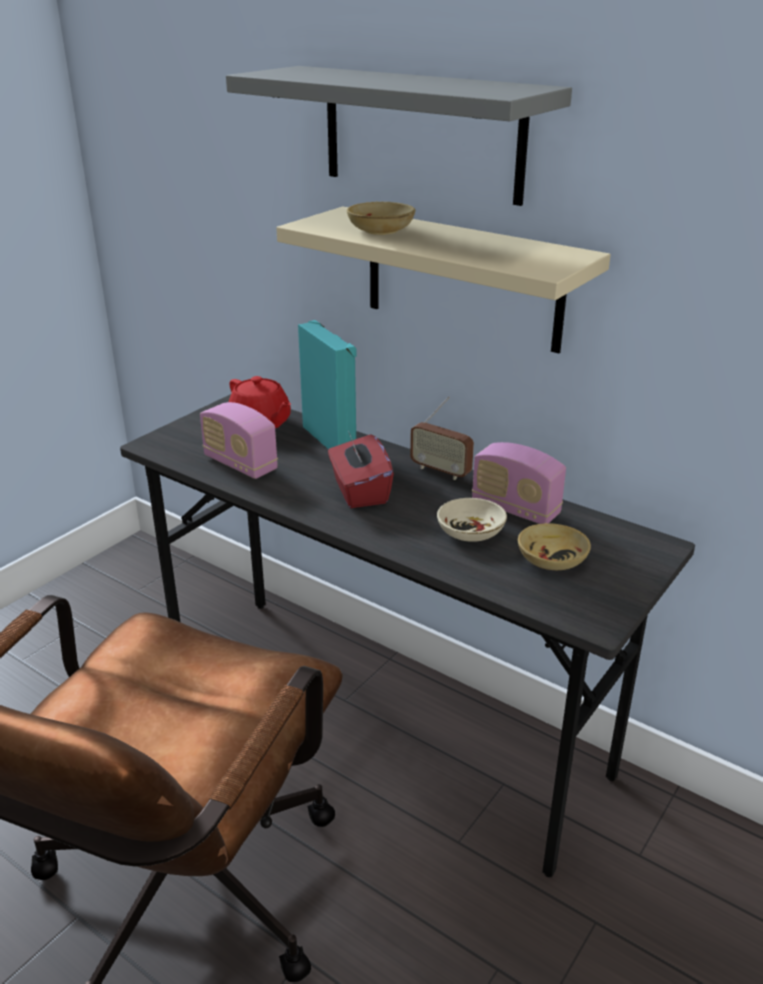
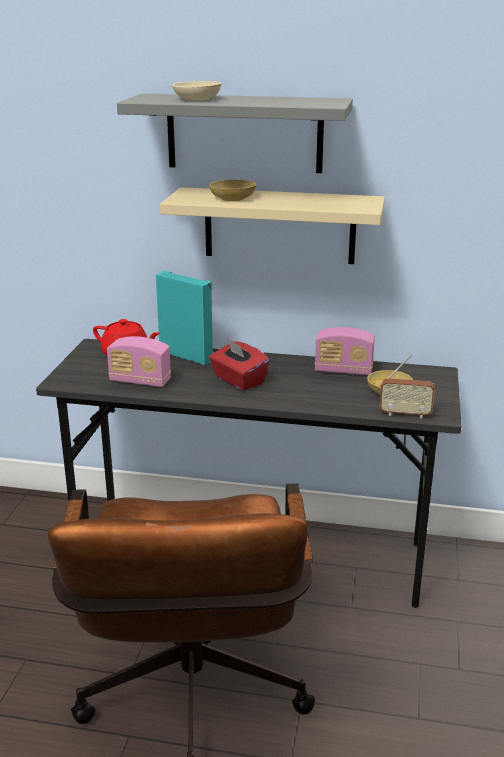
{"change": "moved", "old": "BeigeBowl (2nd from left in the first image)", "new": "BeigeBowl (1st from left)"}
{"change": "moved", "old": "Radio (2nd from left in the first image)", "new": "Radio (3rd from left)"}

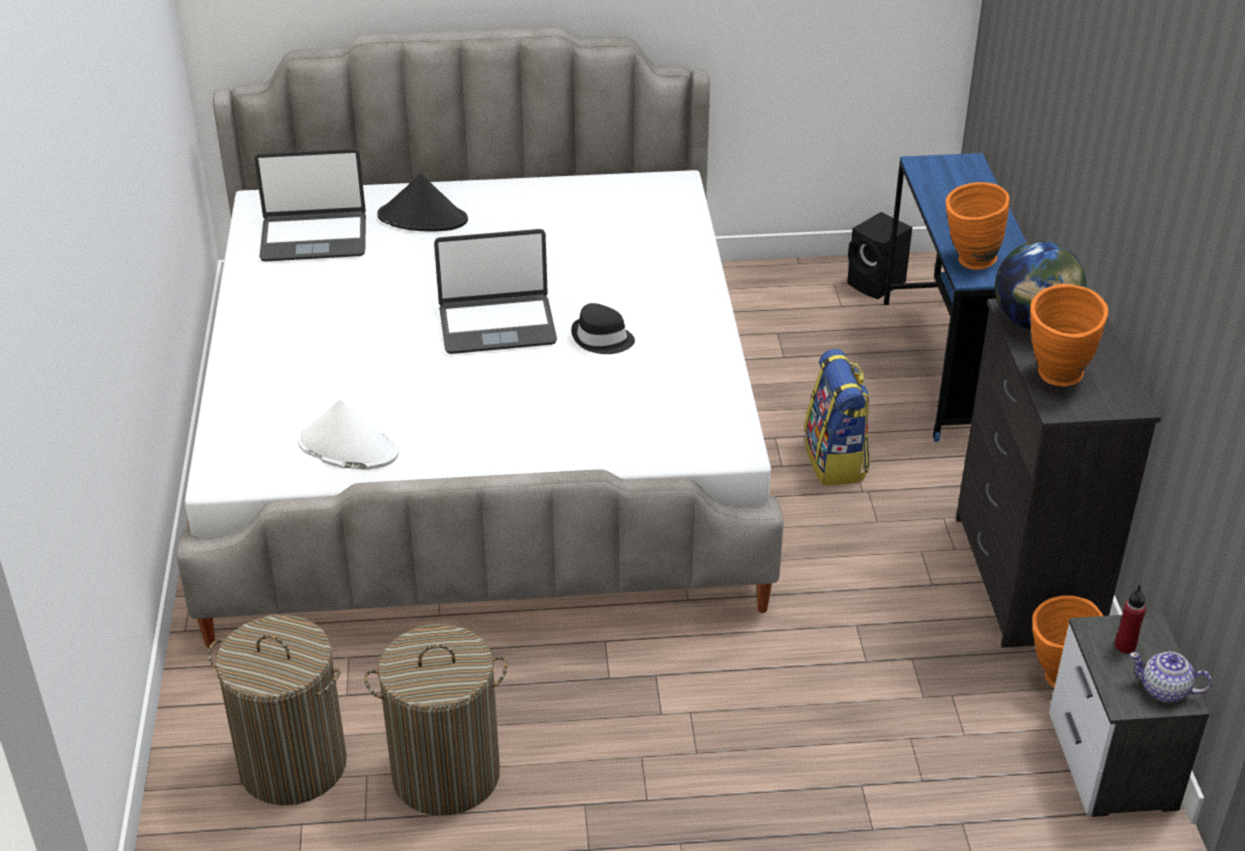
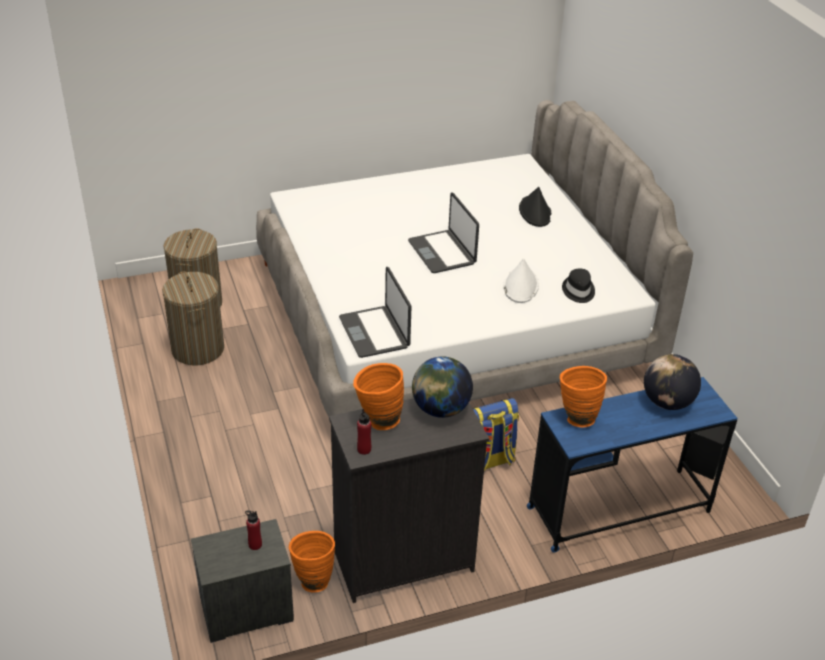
{"change": "moved", "old": "Laptop (1st from left)"}
{"change": "added", "new": "RedBottle (2nd from left)"}
{"change": "moved", "old": "WhiteHat"}
{"change": "moved", "old": "BlackHat (2nd from left)"}
{"change": "added", "new": "Globe (2nd from left)"}
{"change": "removed", "old": "Teapot"}

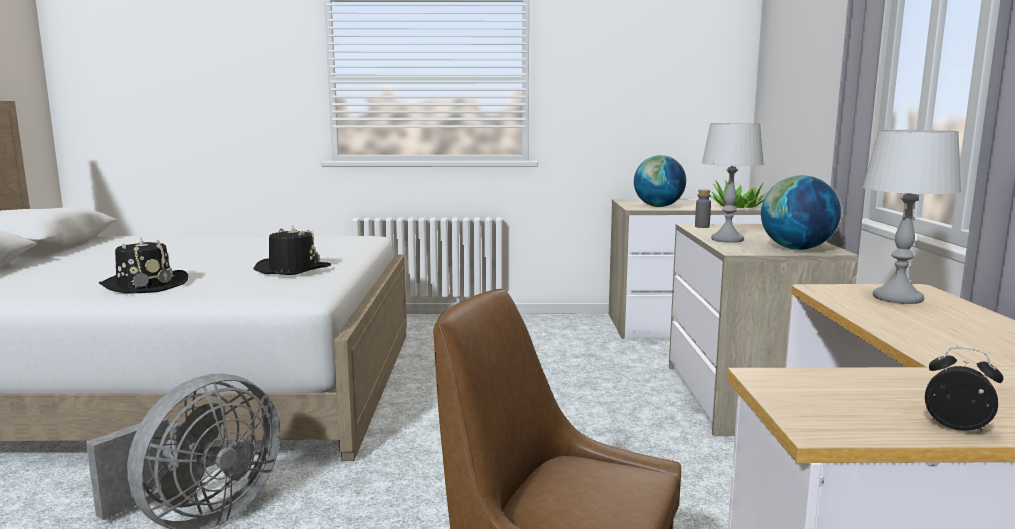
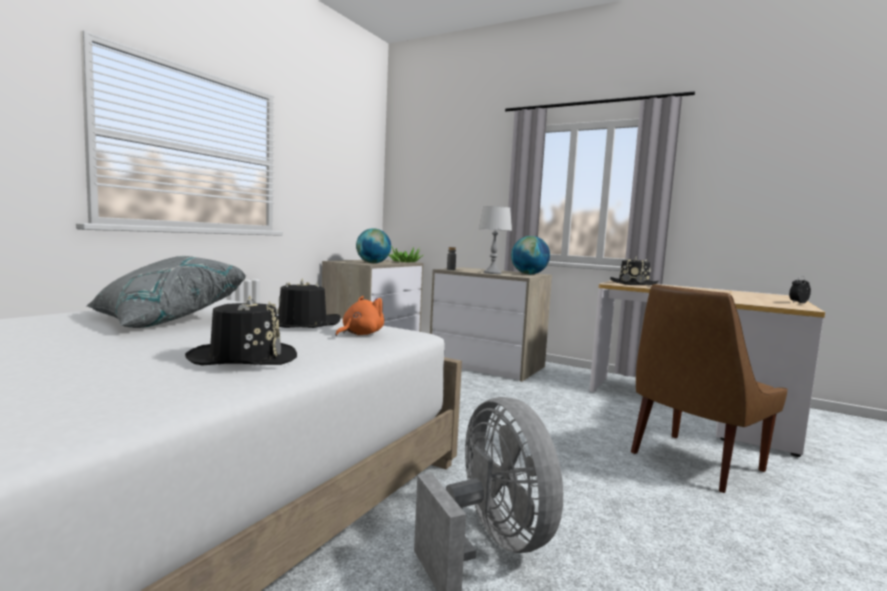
{"change": "added", "new": "GreyPillow"}
{"change": "added", "new": "OrangePlushToy"}
{"change": "replaced", "old": "GreyTableLamp (2nd from left)", "new": "BlackHat (3rd from left)"}

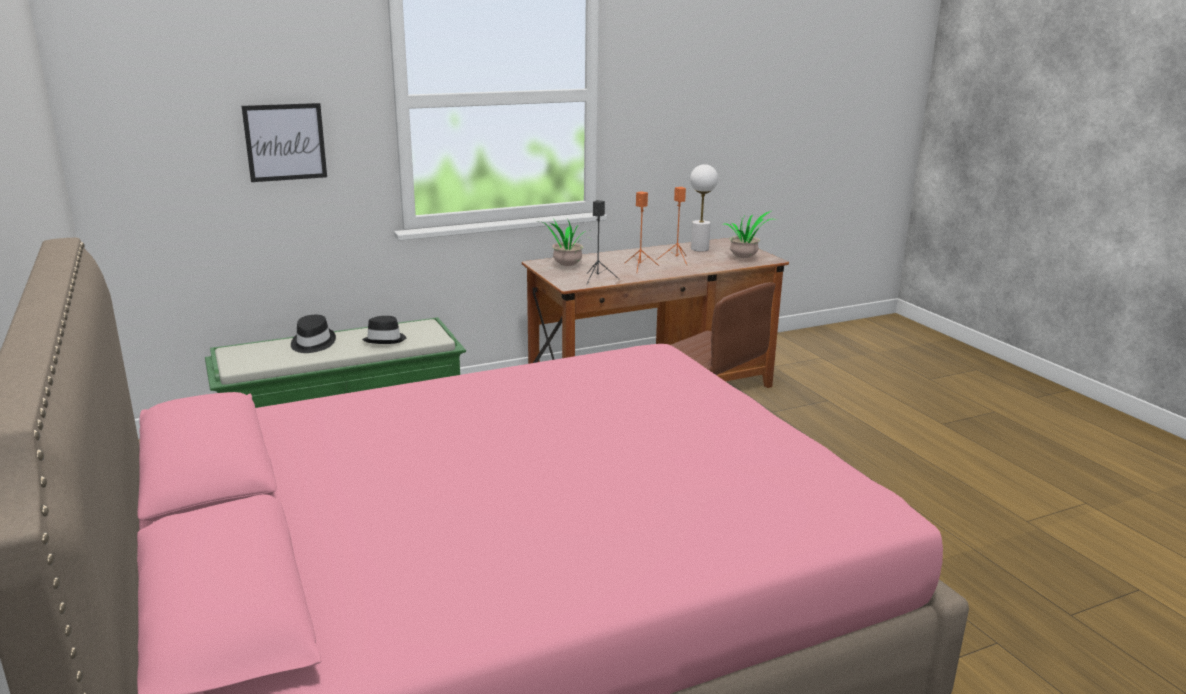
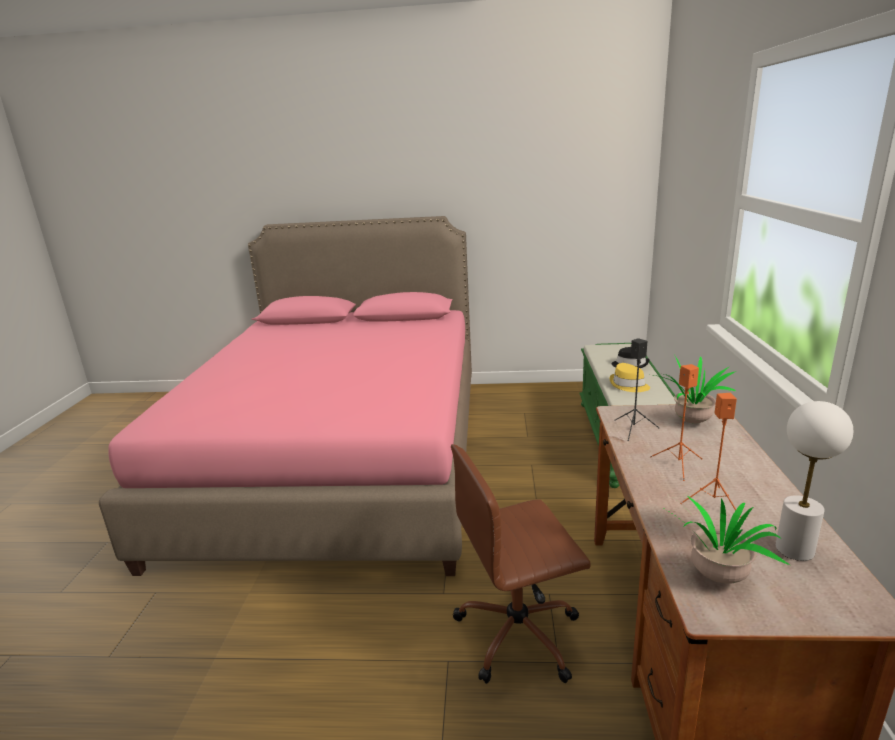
{"change": "recoloured", "old": "BlackHat (2nd from left)", "new": "YellowHat"}
{"change": "removed", "old": "Picture"}

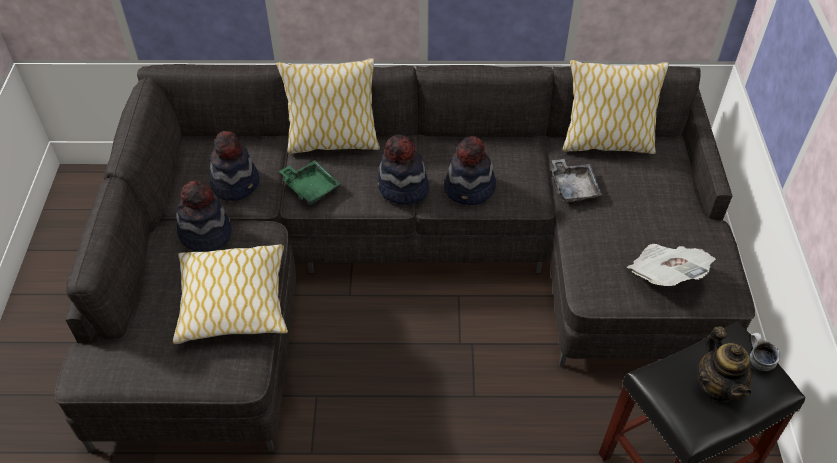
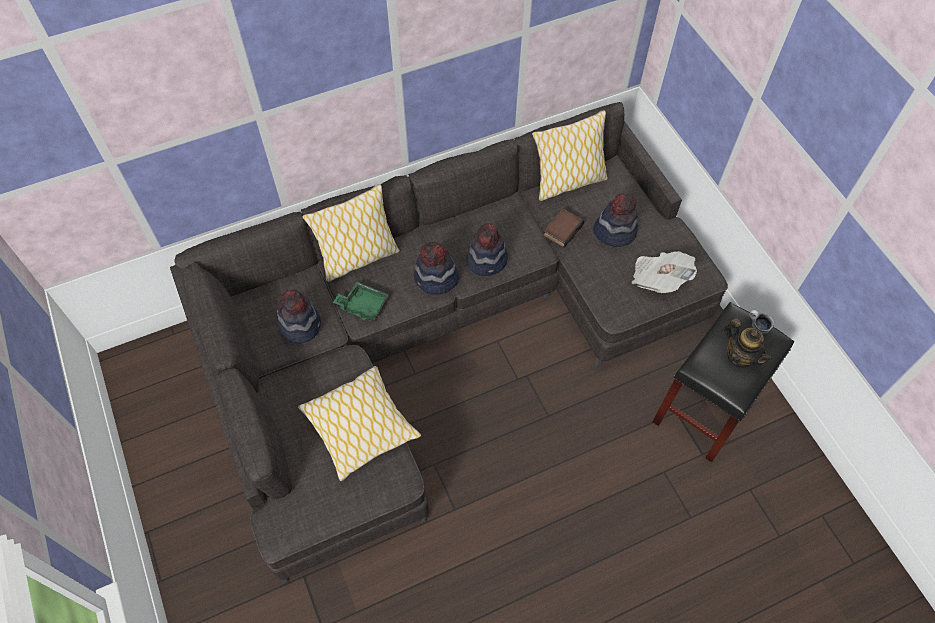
{"change": "replaced", "old": "GreyTray", "new": "Book"}
{"change": "moved", "old": "Hat (1st from left in the first image)", "new": "Hat (4th from left)"}

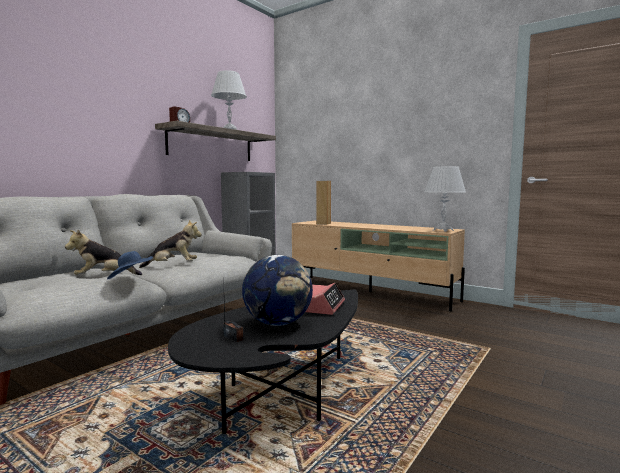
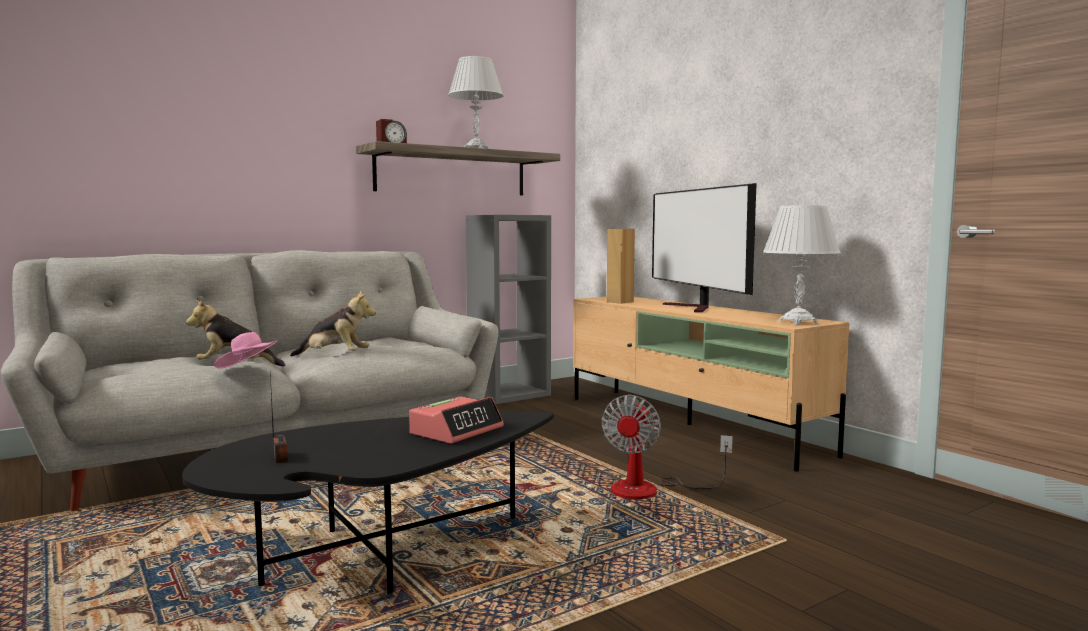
{"change": "recoloured", "old": "BlueHat", "new": "PinkHat"}
{"change": "added", "new": "Fan"}
{"change": "added", "new": "Television"}
{"change": "removed", "old": "Globe"}

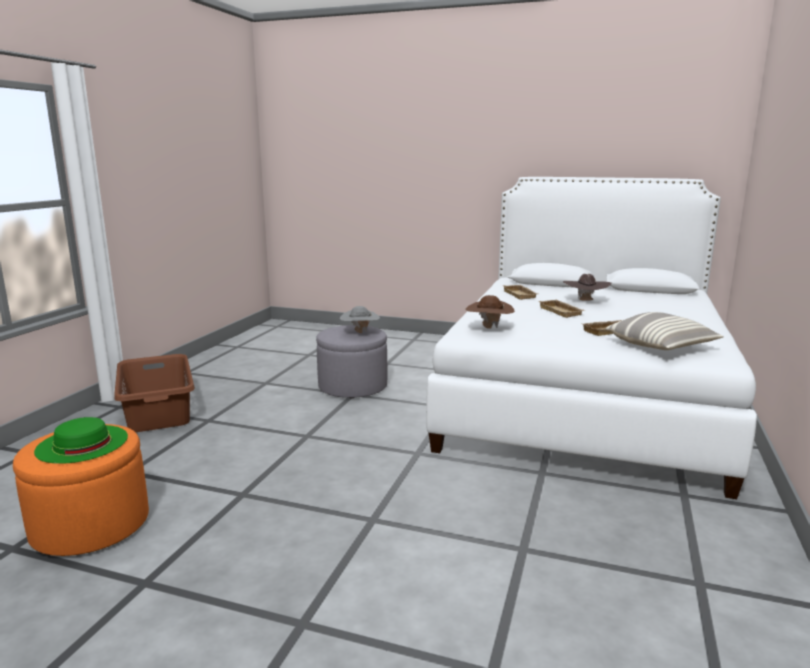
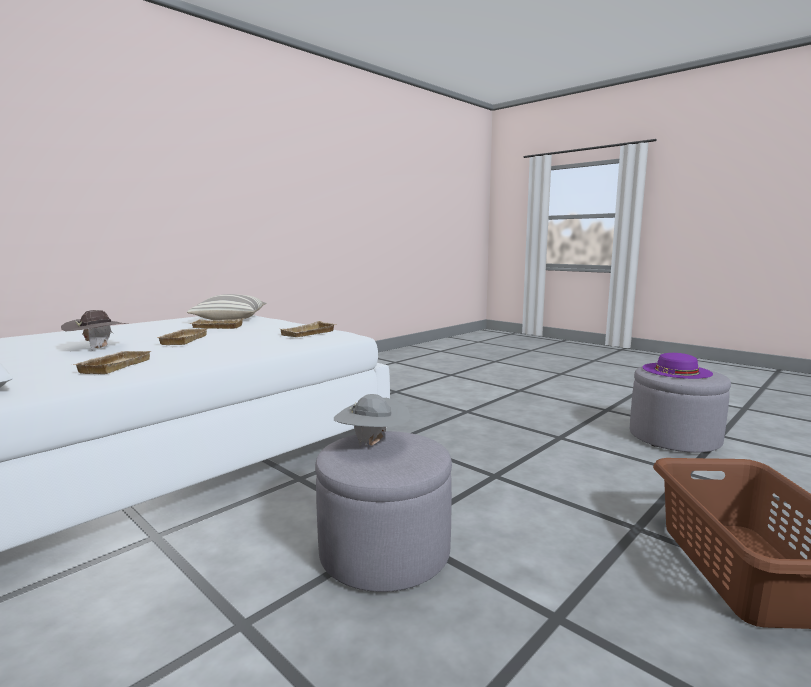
{"change": "replaced", "old": "BrownHat (1st from left)", "new": "BeigeTray (4th from left)"}
{"change": "recoloured", "old": "OrangeOttoman", "new": "GreyOttoman (2nd from left)"}
{"change": "recoloured", "old": "GreenHat", "new": "PurpleHat"}

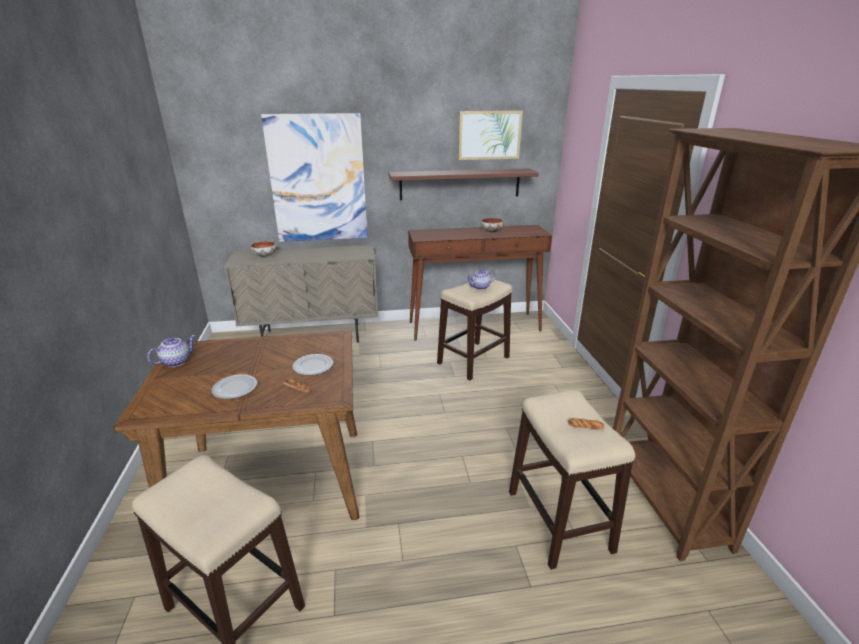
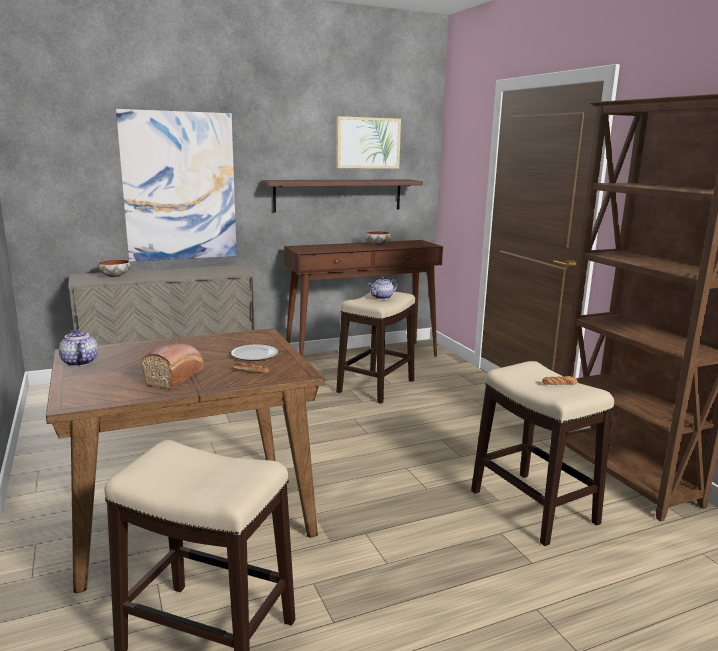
{"change": "turned", "old": "Teapot (1st from left)", "degrees": -60}
{"change": "replaced", "old": "Plate (1st from left)", "new": "Bread (1st from left)"}

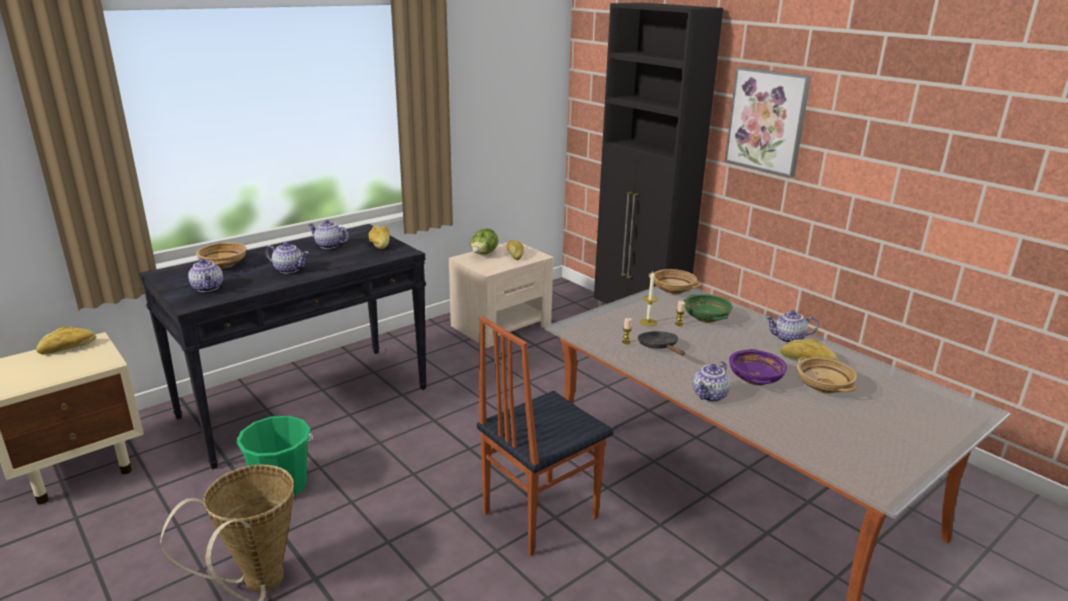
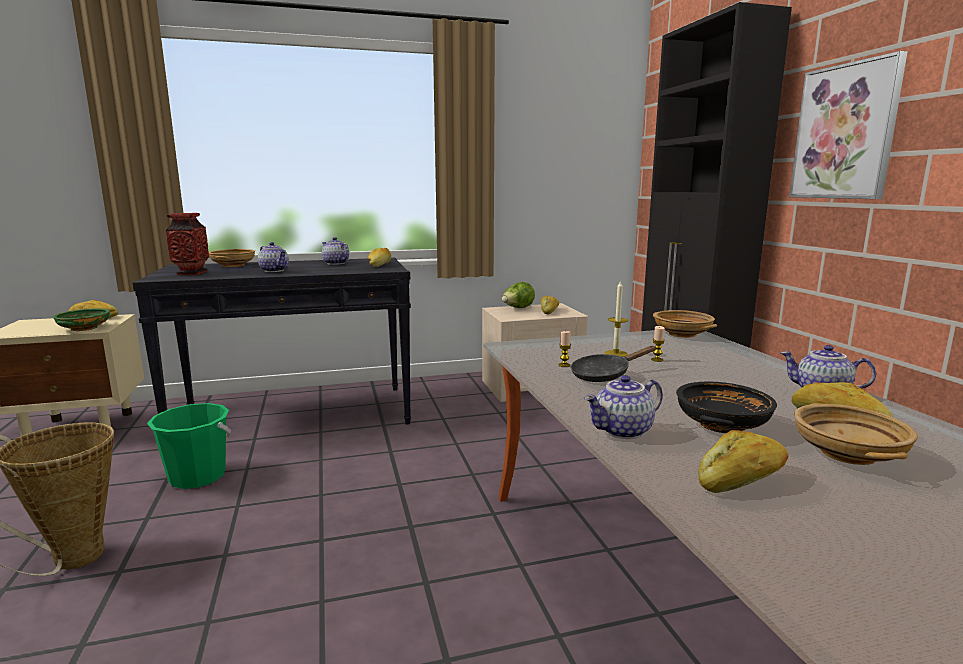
{"change": "moved", "old": "GreenBowl"}
{"change": "replaced", "old": "Teapot (1st from left)", "new": "Vase"}
{"change": "turned", "old": "BlackFryingPan", "degrees": -120}
{"change": "recoloured", "old": "PurpleBowl", "new": "BlackBowl"}
{"change": "added", "new": "Bread (4th from left)"}
{"change": "removed", "old": "Chair"}

